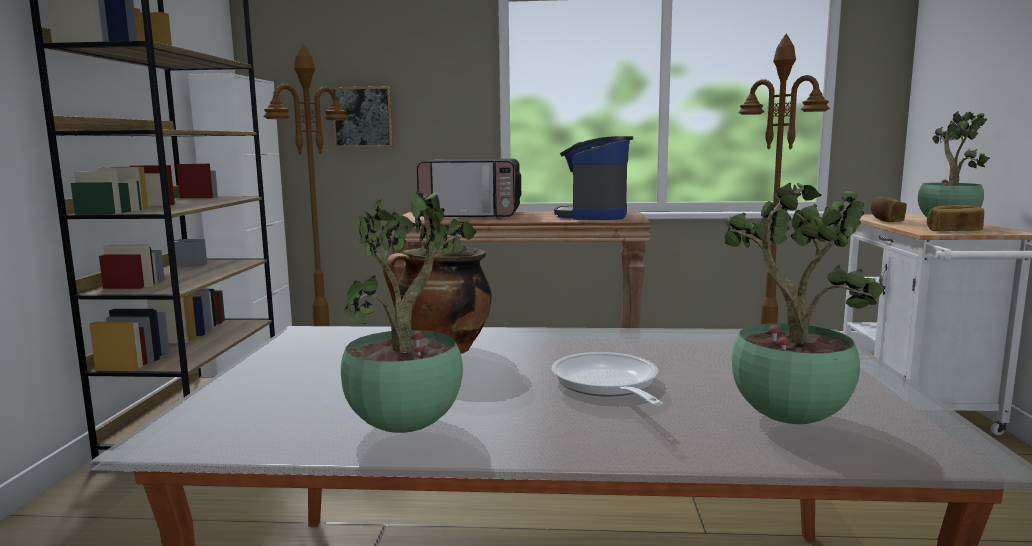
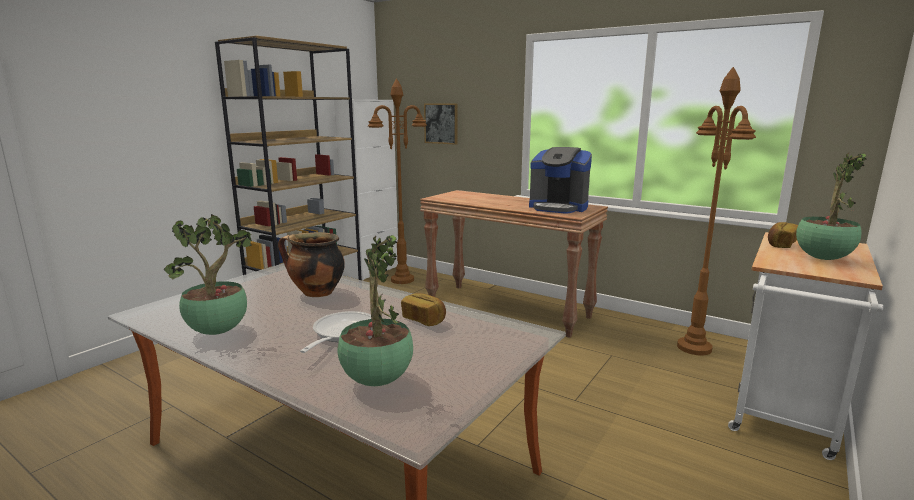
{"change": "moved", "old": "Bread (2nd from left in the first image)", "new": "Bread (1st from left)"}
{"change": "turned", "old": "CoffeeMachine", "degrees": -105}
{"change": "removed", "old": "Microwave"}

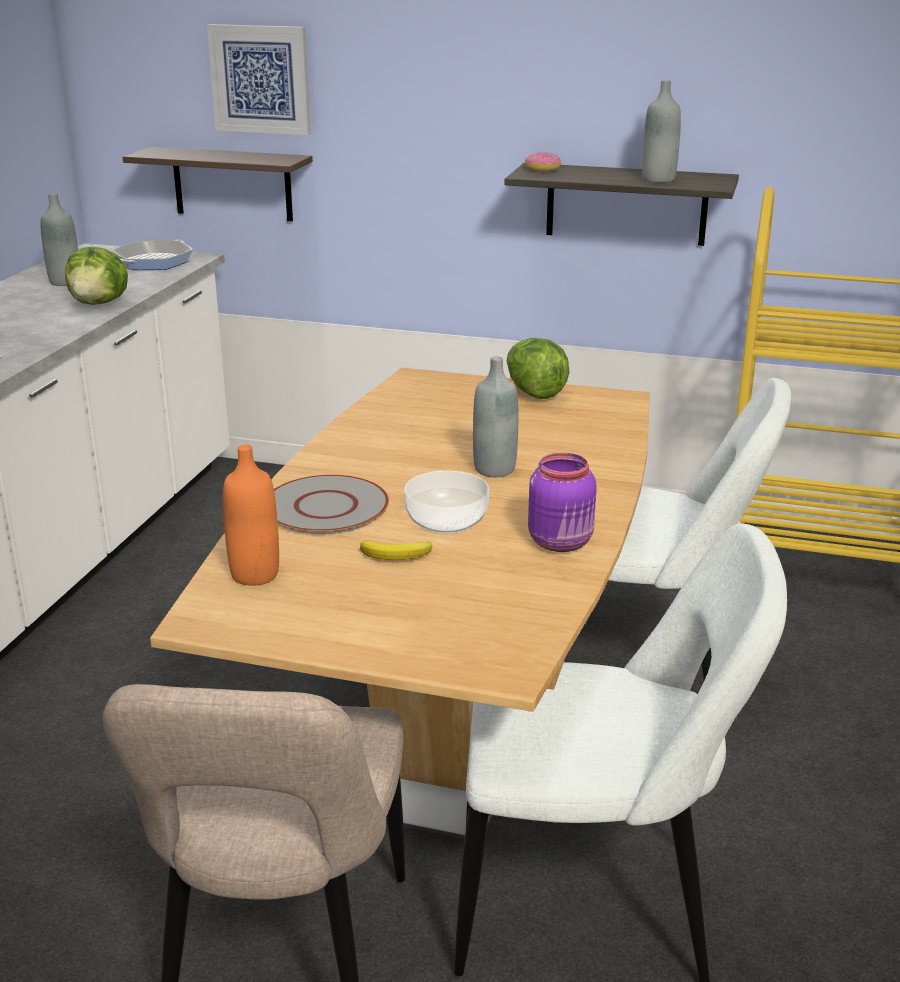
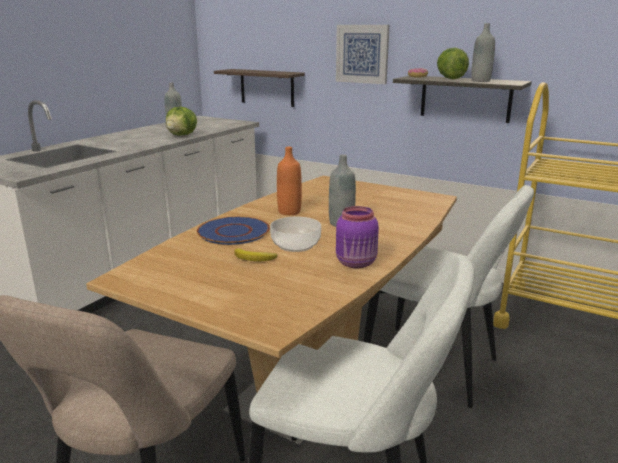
{"change": "recoloured", "old": "GreyPlate", "new": "BluePlate"}
{"change": "moved", "old": "OrangeBottle"}
{"change": "moved", "old": "Picture"}
{"change": "moved", "old": "Lettuce (2nd from left)"}
{"change": "removed", "old": "FryingPan"}

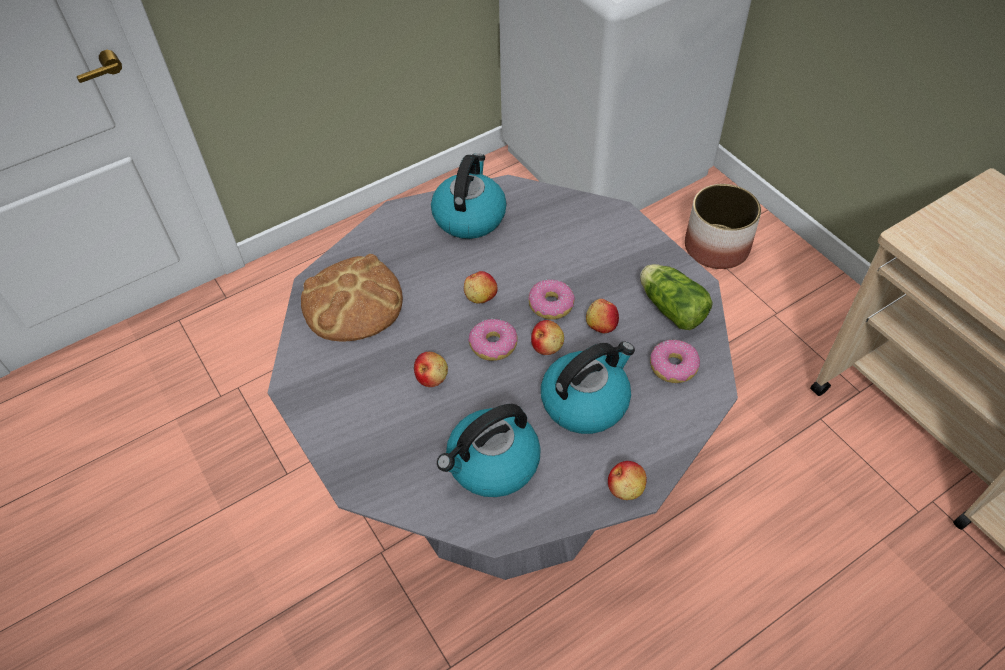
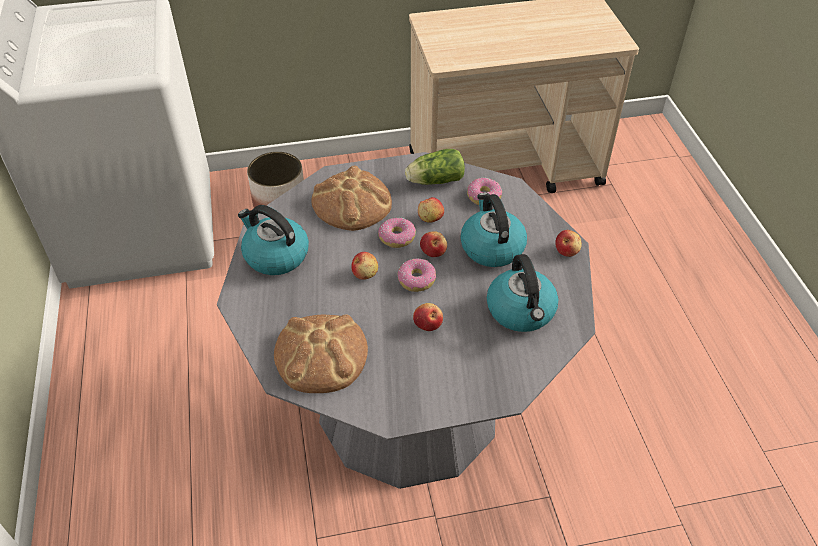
{"change": "added", "new": "Bread (2nd from left)"}

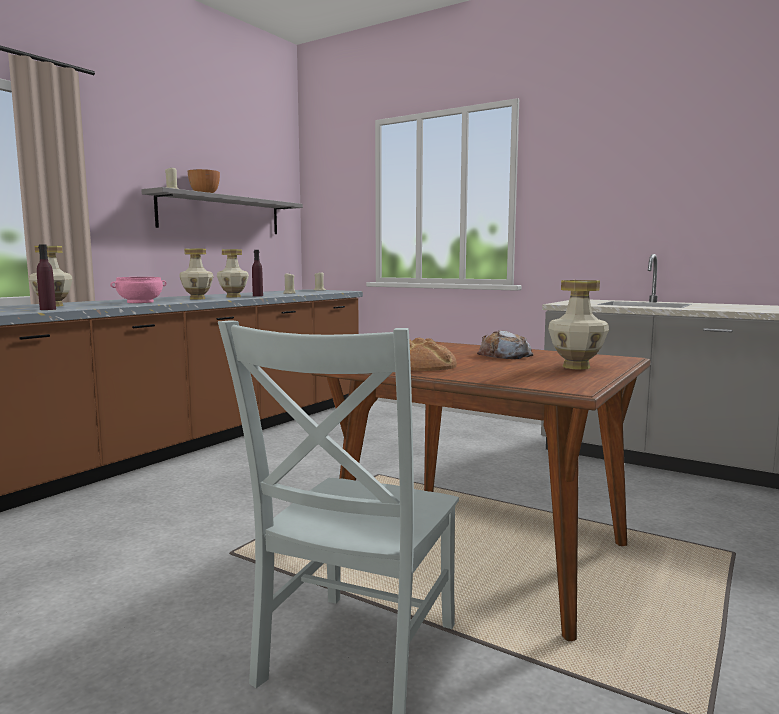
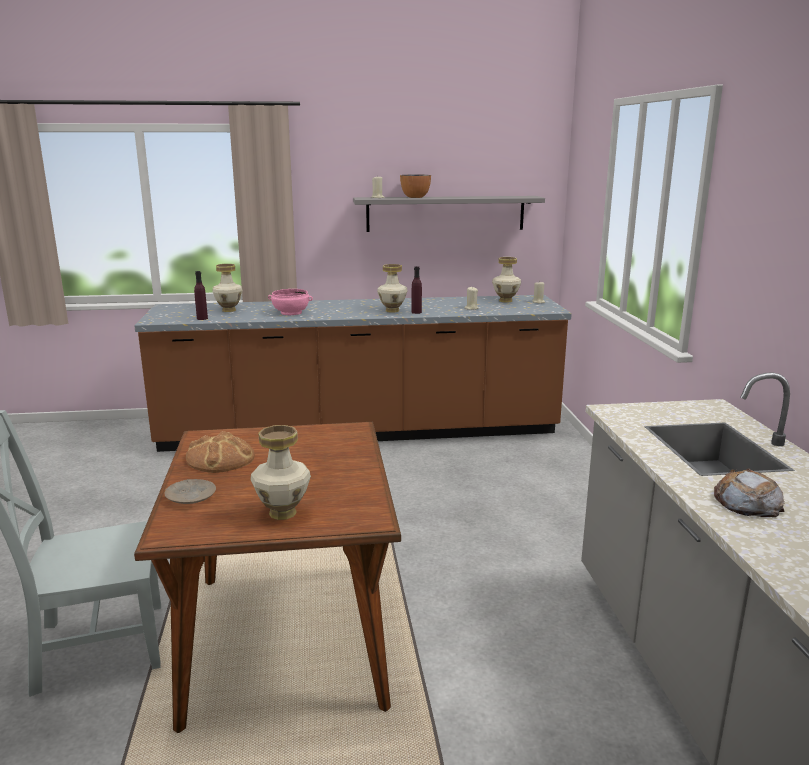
{"change": "added", "new": "BeigePlate"}
{"change": "moved", "old": "Vase (2nd from left in the first image)", "new": "Vase (4th from left)"}
{"change": "moved", "old": "Bread (2nd from left)"}

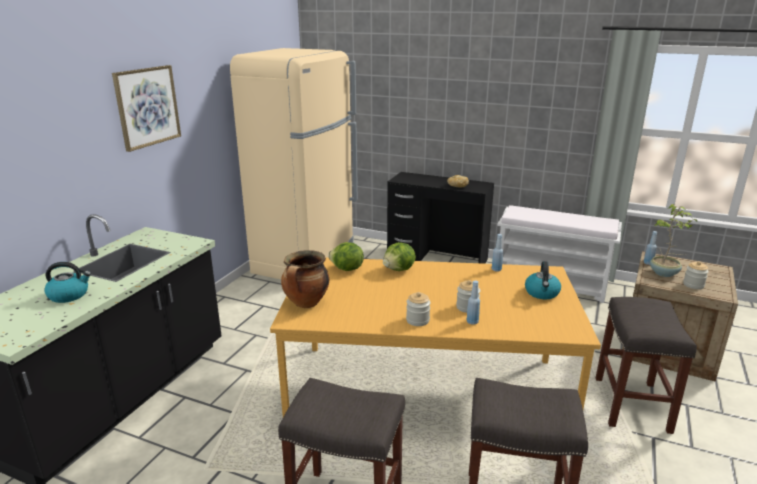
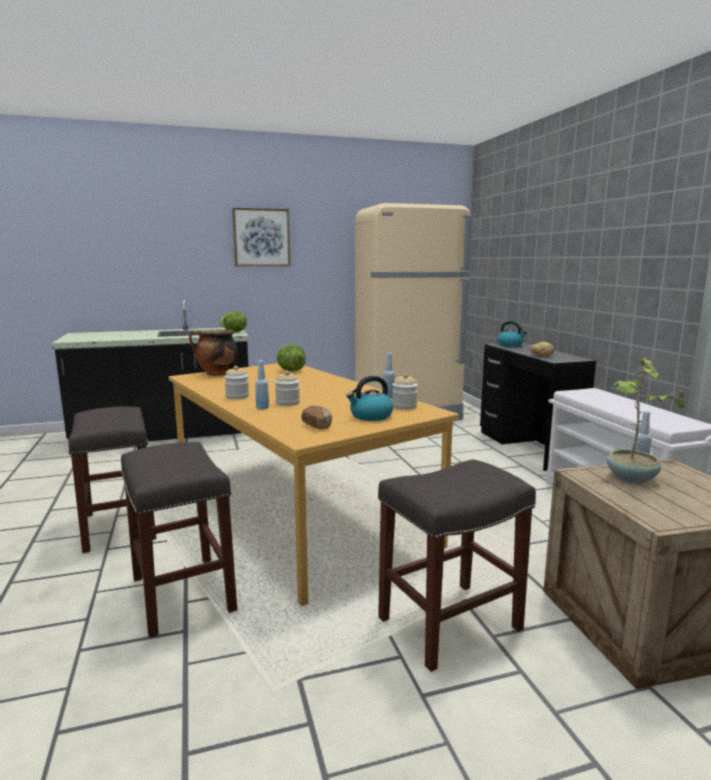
{"change": "moved", "old": "Lettuce (2nd from left in the first image)", "new": "Lettuce (1st from left)"}
{"change": "added", "new": "Bread (1st from left)"}
{"change": "moved", "old": "Jar (3rd from left)"}
{"change": "moved", "old": "Kettle (1st from left in the first image)", "new": "Kettle (2nd from left)"}

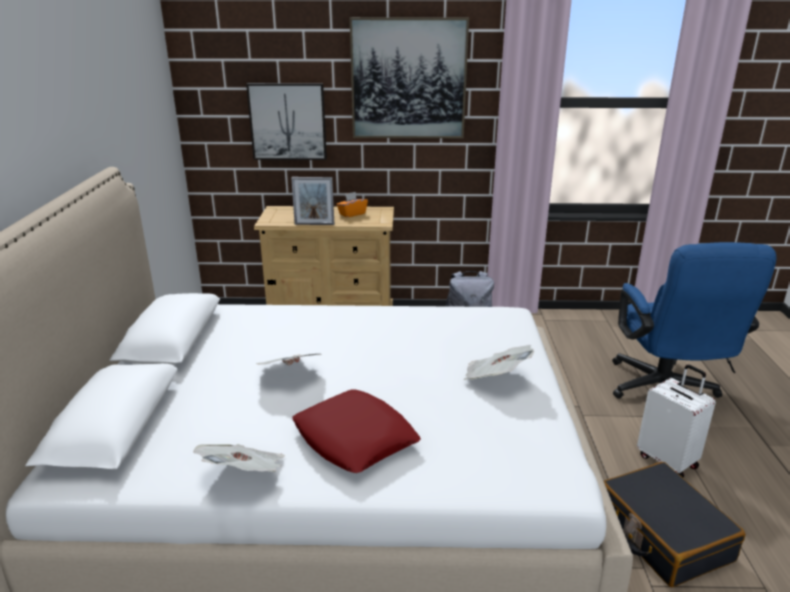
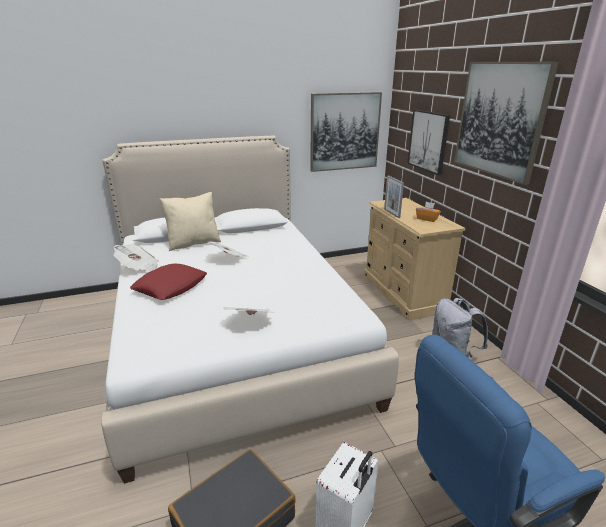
{"change": "added", "new": "BeigePillow"}
{"change": "added", "new": "Picture (1st from left)"}

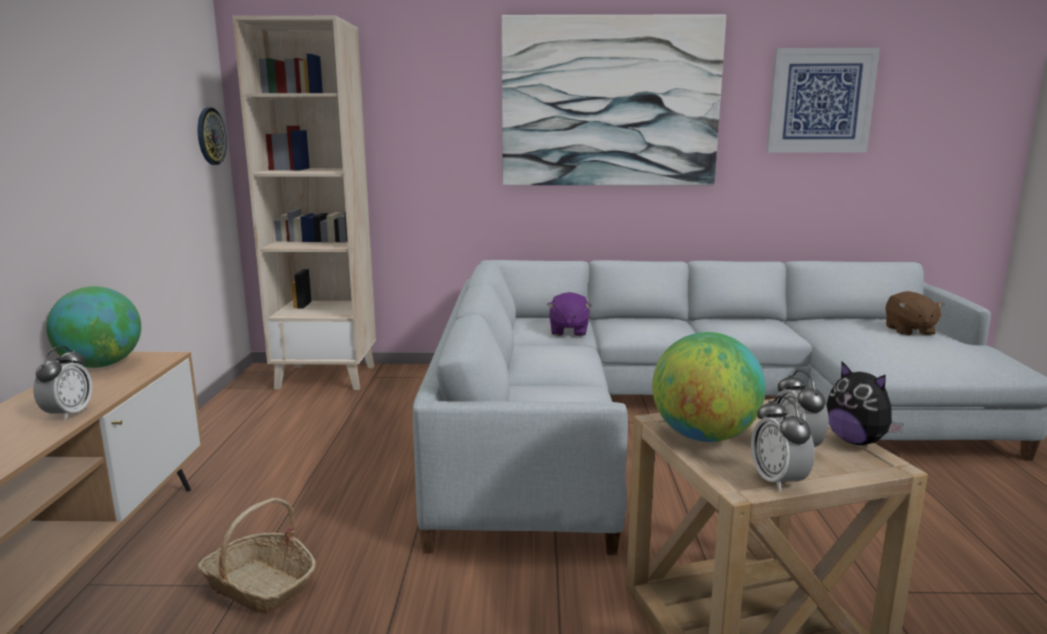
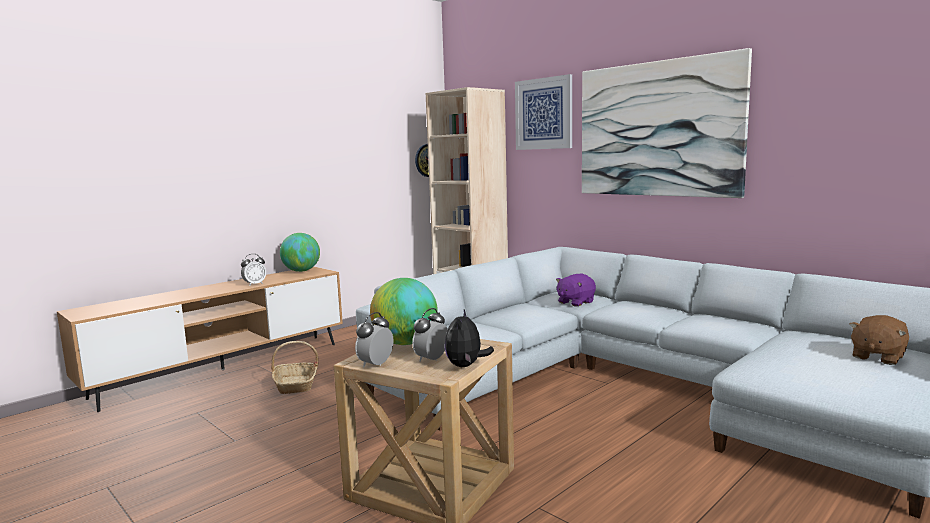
{"change": "moved", "old": "Picture (2nd from left in the first image)", "new": "Picture (1st from left)"}

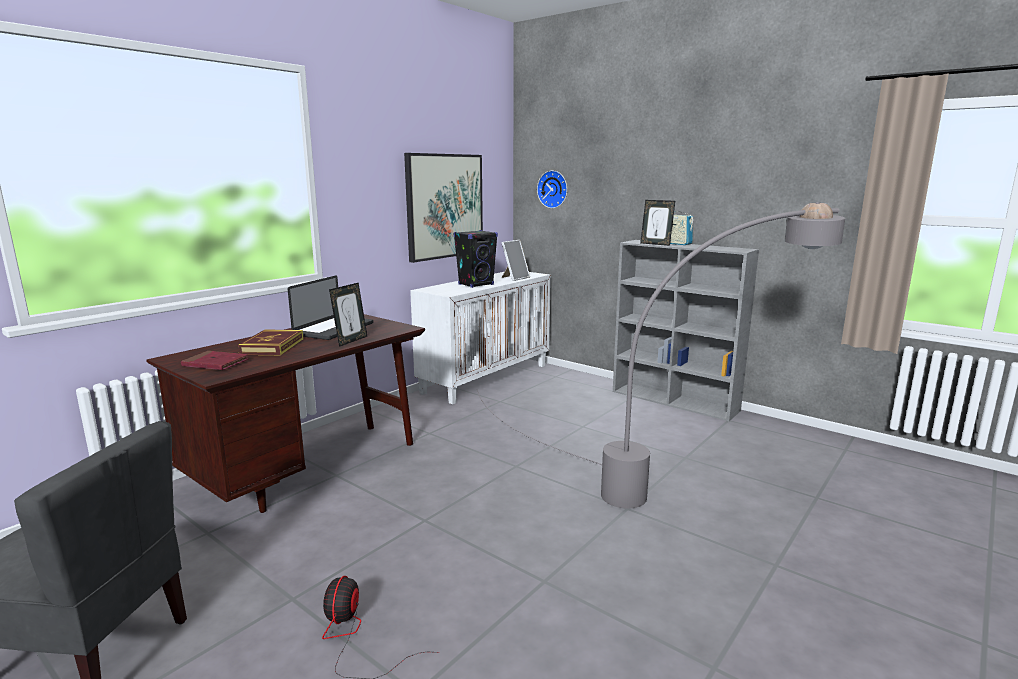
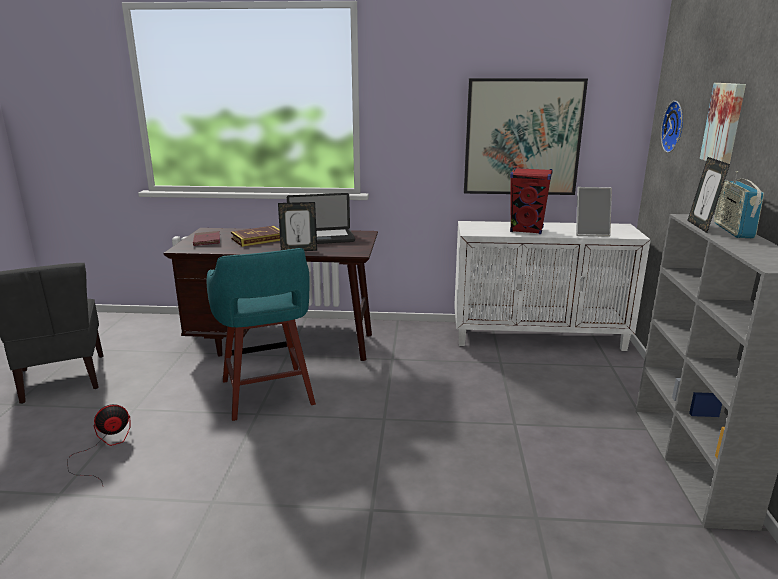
{"change": "added", "new": "TurquoiseStool"}
{"change": "recoloured", "old": "BlackSpeaker", "new": "RedSpeaker"}
{"change": "added", "new": "Picture (2nd from left)"}
{"change": "removed", "old": "GreyFloorLamp"}

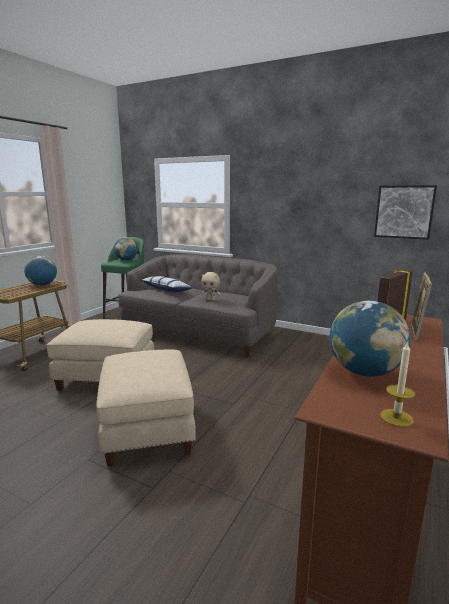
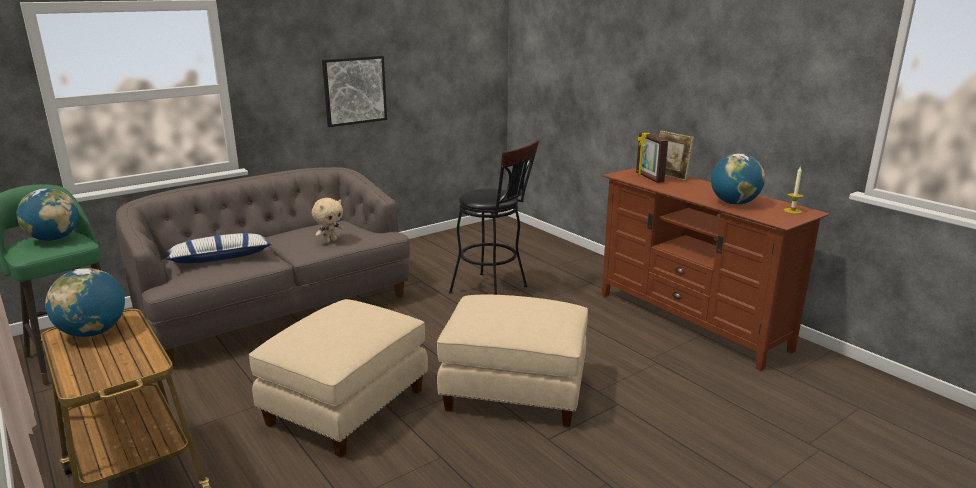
{"change": "moved", "old": "Picture"}
{"change": "added", "new": "BlackStool"}

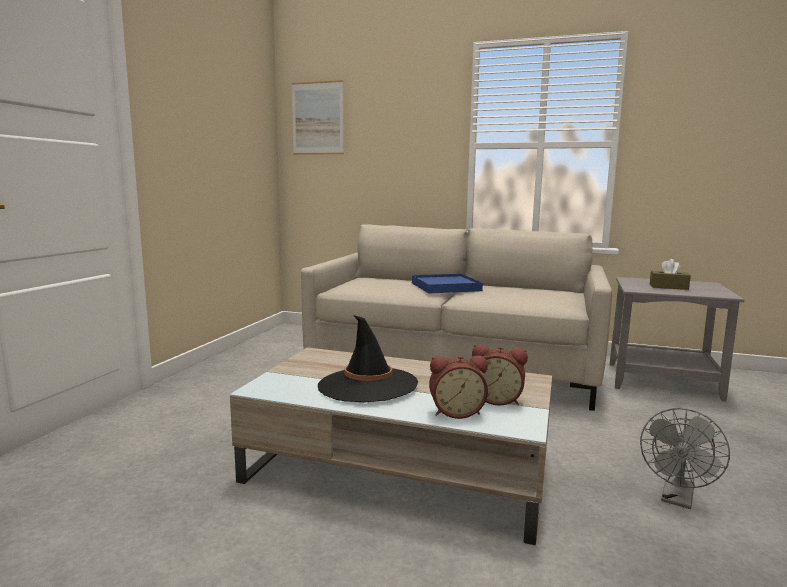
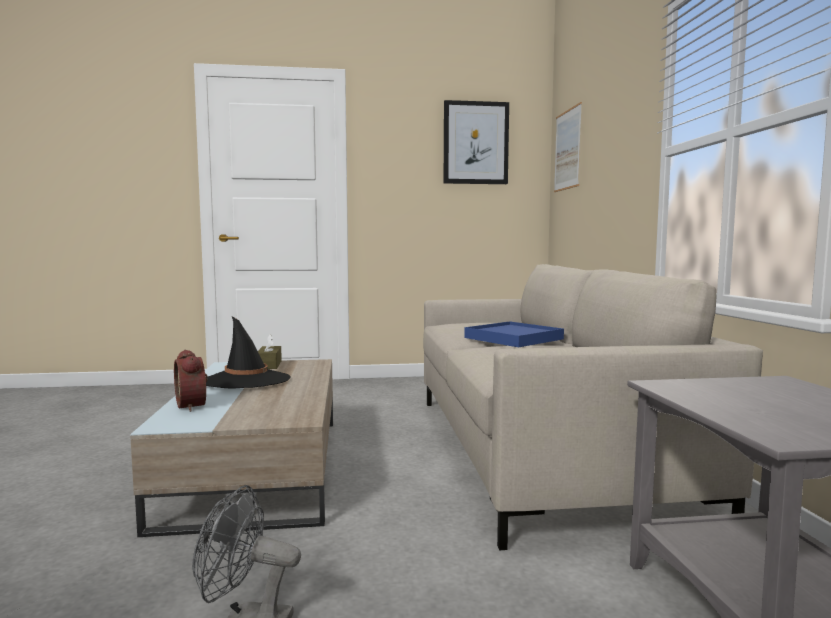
{"change": "moved", "old": "BrownTissueBox"}
{"change": "added", "new": "Picture (1st from left)"}
{"change": "removed", "old": "AlarmClock (2nd from left)"}

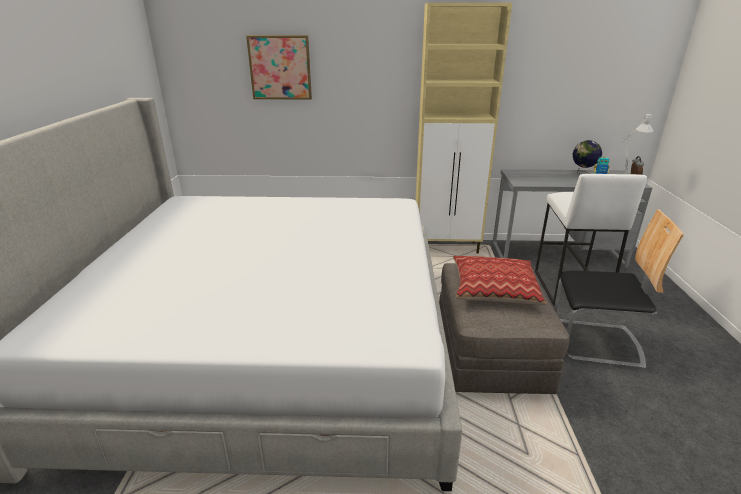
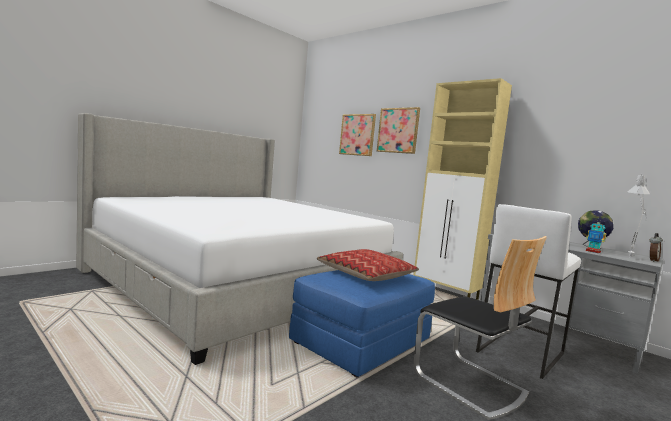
{"change": "recoloured", "old": "GreyOttoman", "new": "BlueOttoman"}
{"change": "added", "new": "Picture (2nd from left)"}

